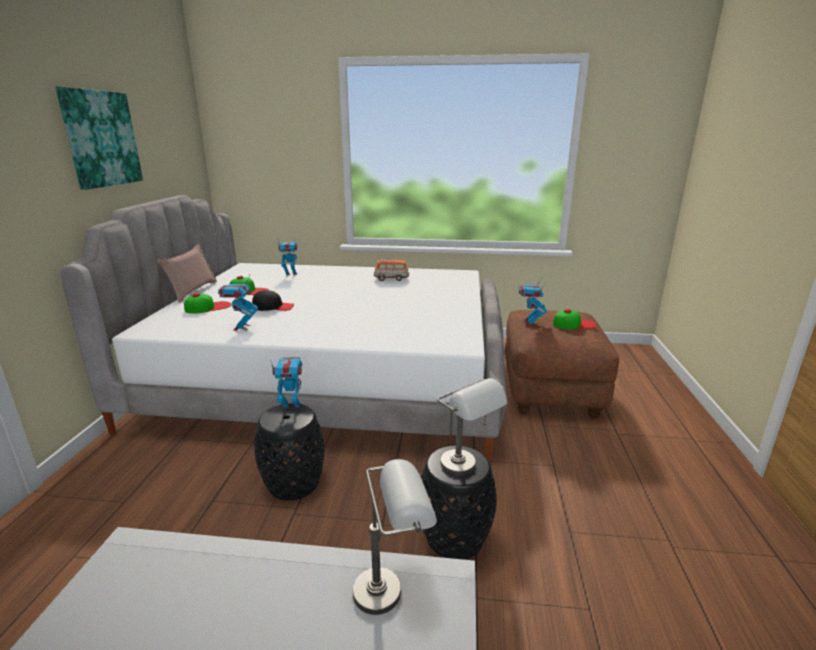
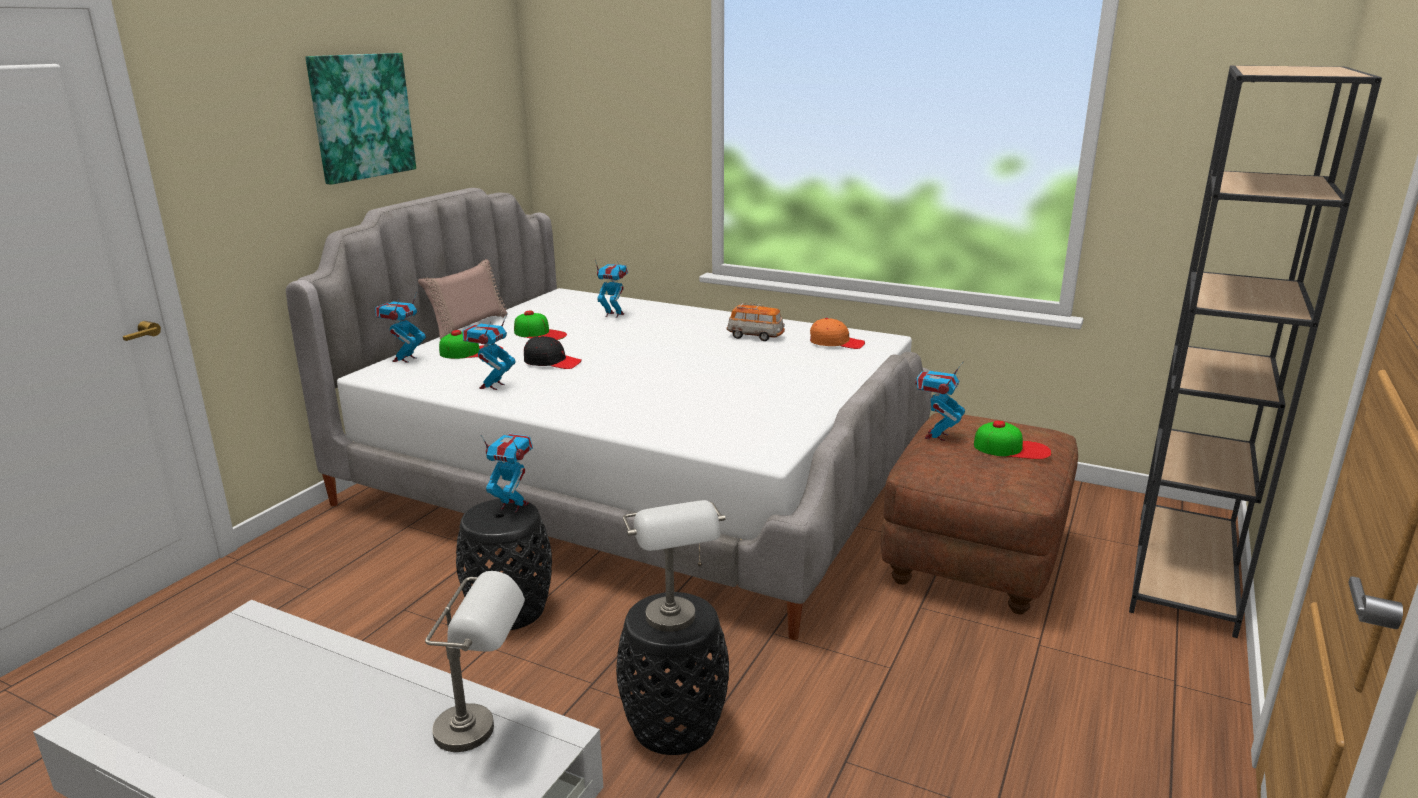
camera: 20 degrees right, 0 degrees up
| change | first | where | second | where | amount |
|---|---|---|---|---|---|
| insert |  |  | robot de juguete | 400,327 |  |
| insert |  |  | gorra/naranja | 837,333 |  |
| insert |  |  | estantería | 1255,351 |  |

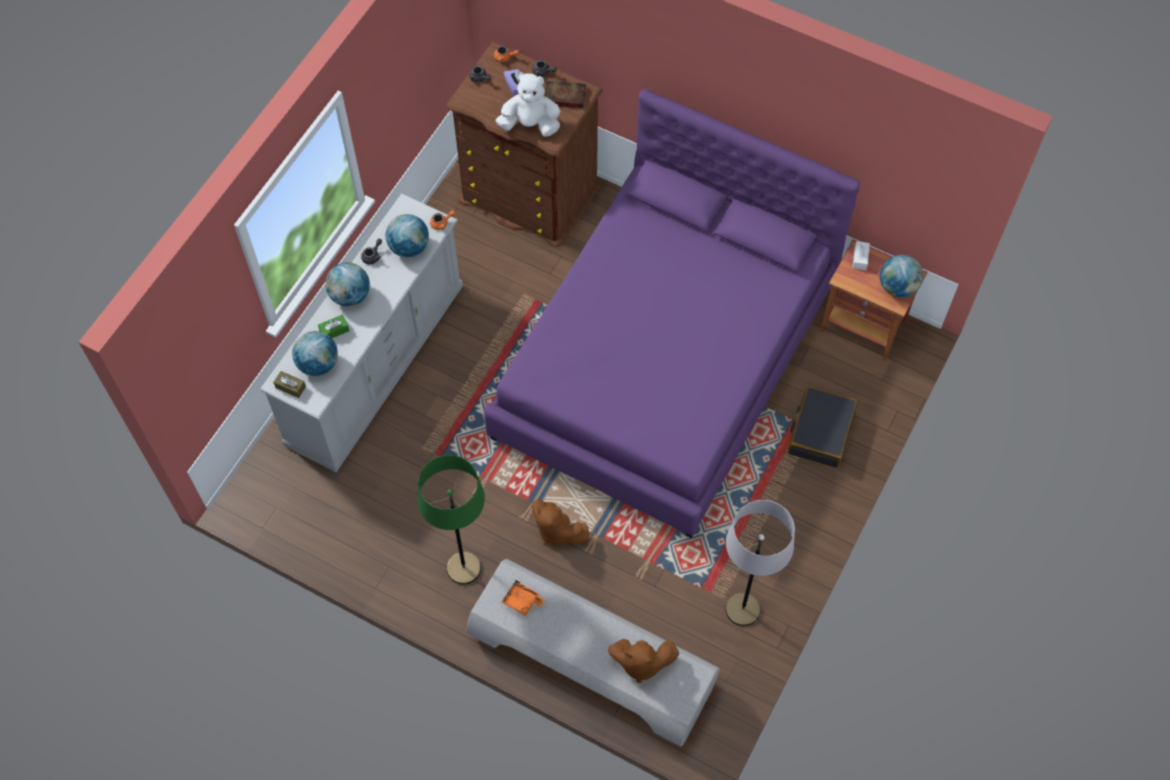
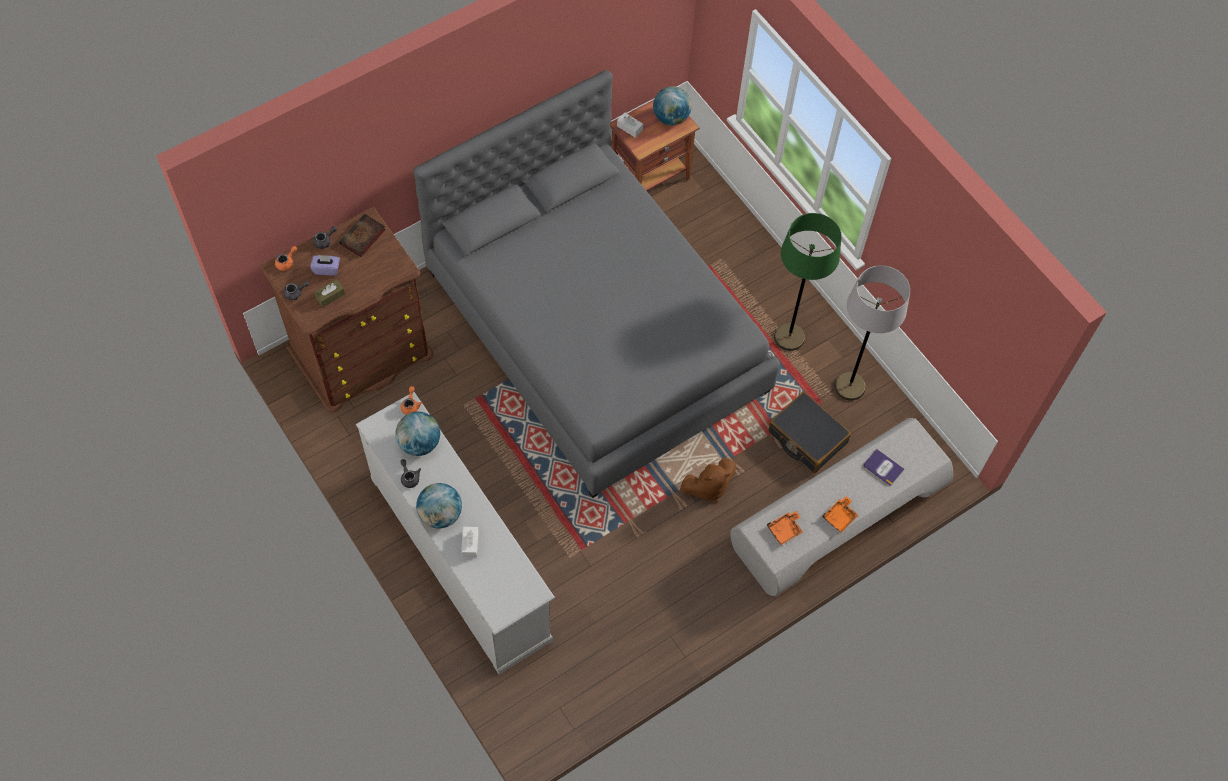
camera: 65 degrees left, 0 degrees up
| change | first | where | second | where | amount |
|---|---|---|---|---|---|
| move | caja de pañuelos/marrón | 289,384 |  | 329,293 |  |
| delete | globo terráqueo | 315,353 |  |  |  |
| recolor | caja de pañuelos/verde | 333,326 | caja de pañuelos/blanco | 470,542 |  |
| move | lámpara de pie/verde | 451,520 |  | 808,282 |  |
| recolor | cama/morado | 672,313 | cama/gris | 596,284 |  |
| delete | peluche/blanco | 527,104 |  |  |  |
| replace | peluche/marrón | 643,661 | libro | 884,467 |  |
| move | maleta/negro | 822,427 |  | 809,432 |  |
| insert |  |  | bandeja/naranja | 841,514 |  |

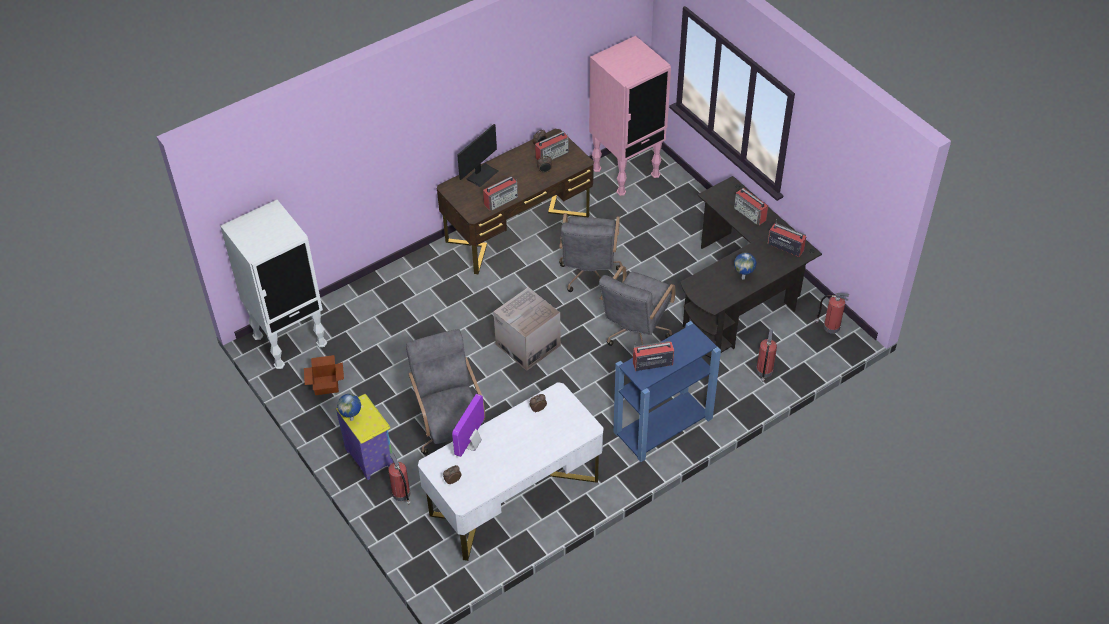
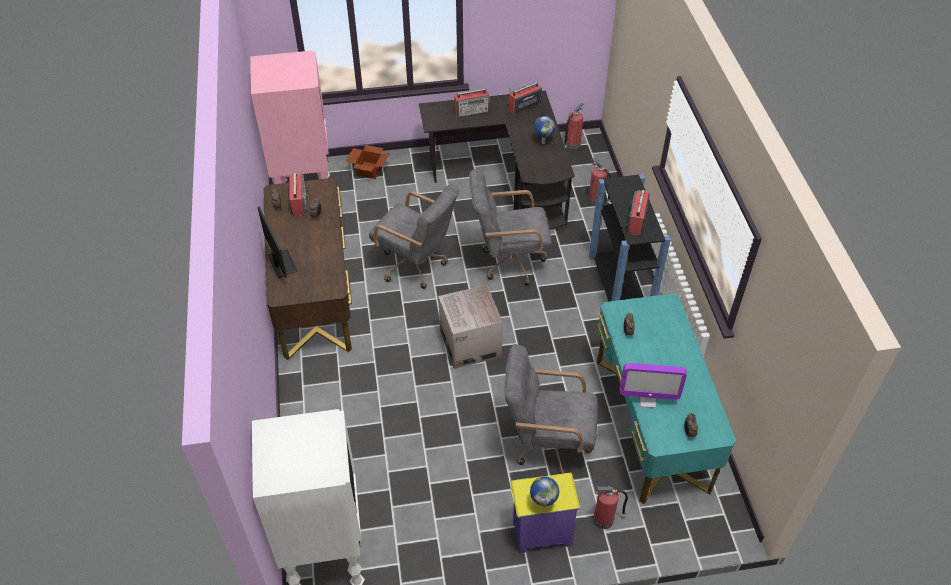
camera: 65 degrees left, 0 degrees up
| change | first | where | second | where | amount |
|---|---|---|---|---|---|
| move | caja de cartón | 324,375 |  | 368,162 |  |
| recolor | escritorio/blanco | 511,471 | escritorio/turquesa | 666,398 |  |
| rotate | monitor | 468,425 |  | 653,385 | 45 degrees counterclockwise |
| delete | radio | 500,193 |  |  |  |
| rotate | silla de oficina/gris | 637,305 |  | 510,227 | 120 degrees clockwise |
| recolor | estantería/azul | 667,391 | estantería/negro | 630,237 |  |

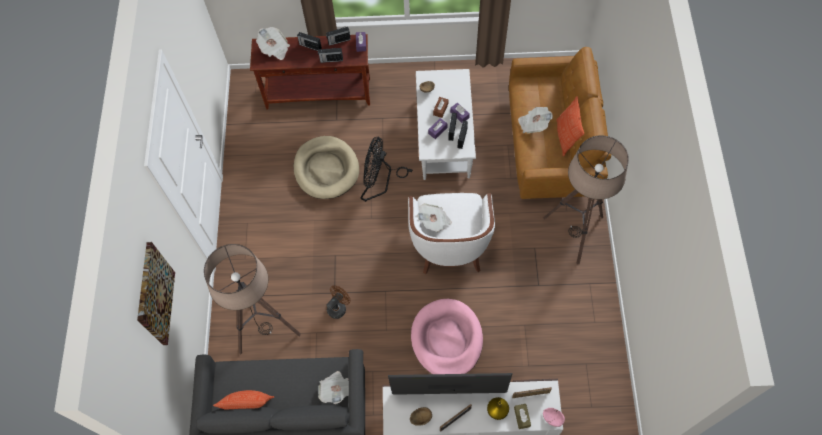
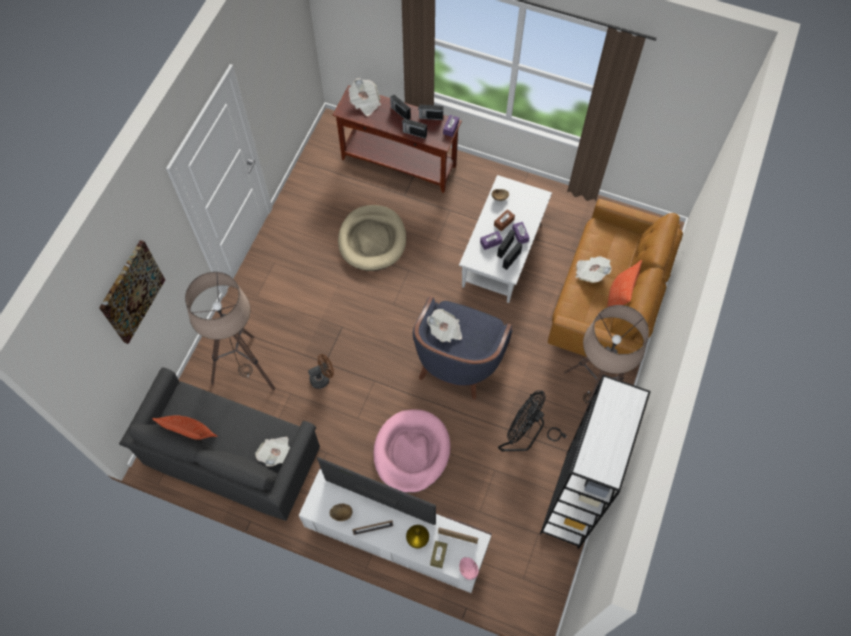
camera: 20 degrees right, 0 degrees up
| change | first | where | second | where | amount |
|---|---|---|---|---|---|
| move | ventilador/negro | 387,169 |  | 532,421 |  |
| recolor | sillón/blanco | 451,233 | sillón/azul | 463,347 |  |
| insert |  |  | estantería/blanco | 595,462 |  |

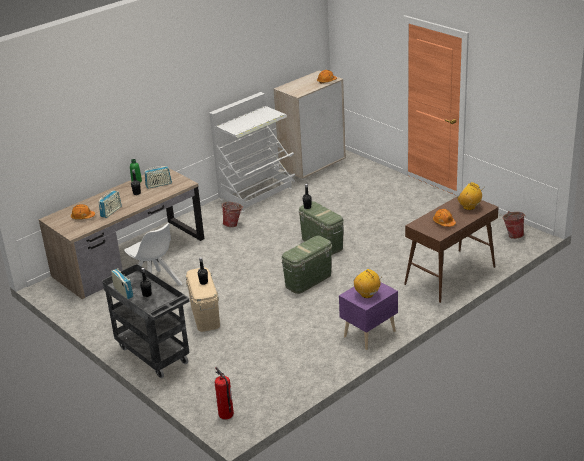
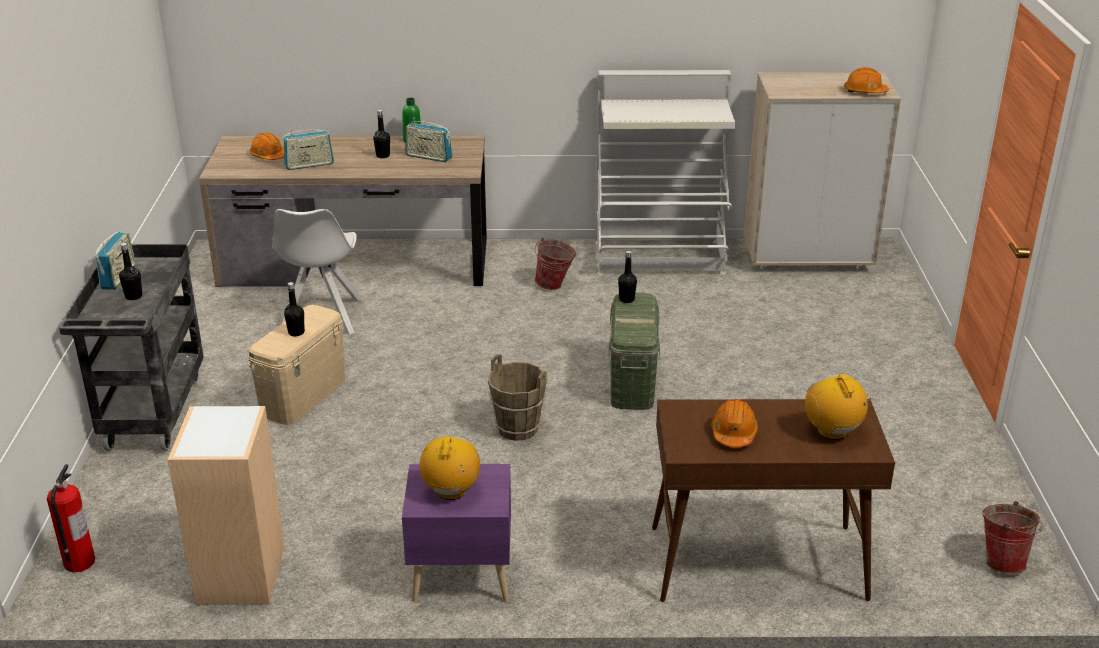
camera: 40 degrees right, 0 degrees up
| change | first | where | second | where | amount |
|---|---|---|---|---|---|
| replace | caja de almacenaje/verde | 306,265 | cubo/marrón | 517,397 |  |
| insert |  |  | estantería | 226,505 |  |

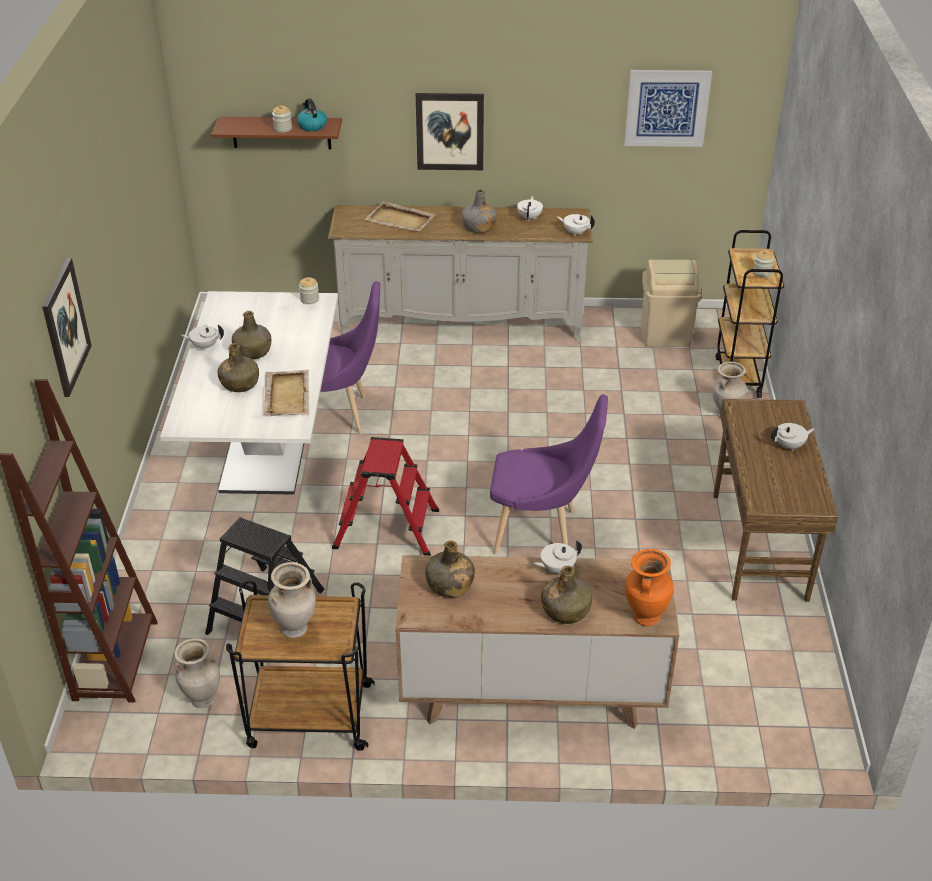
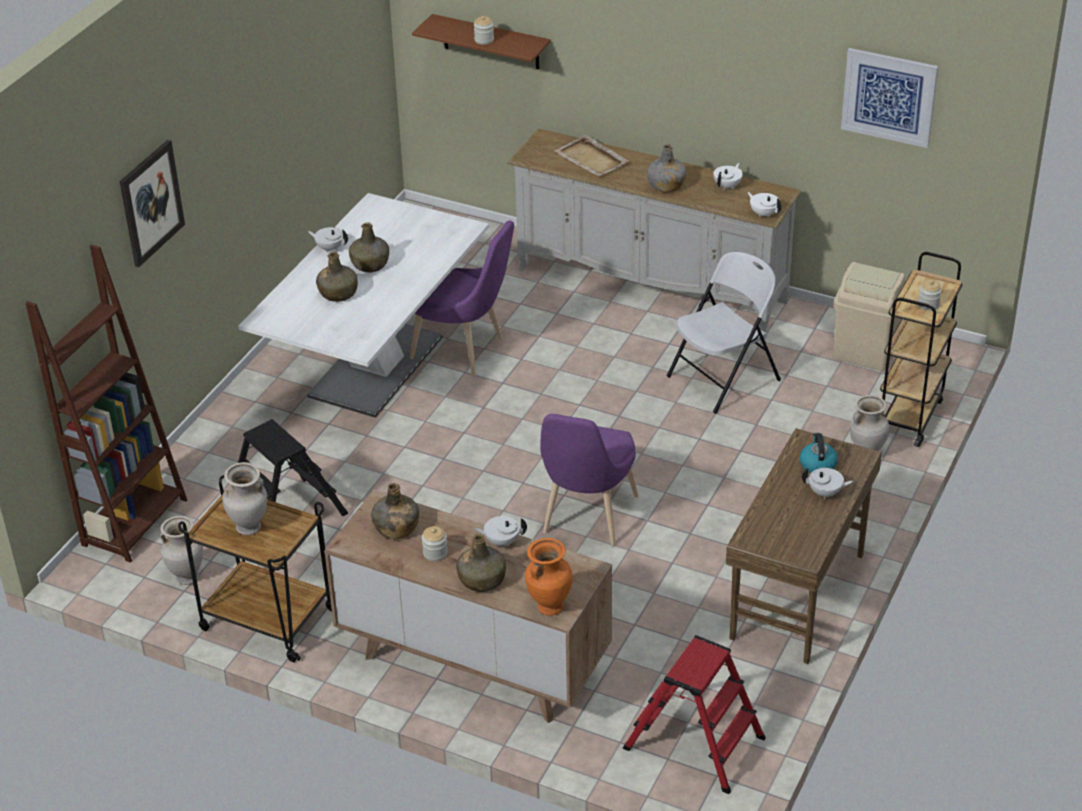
camera: 25 degrees right, 0 degrees up
| change | first | where | second | where | amount |
|---|---|---|---|---|---|
| delete | bandeja/beis | 287,393 |  |  |  |
| move | hervidor | 312,114 |  | 819,453 |  |
| move | tarro | 309,290 |  | 435,543 |  |
| move | escalera de tijera/rojo | 385,496 |  | 694,714 |  |
| delete | cuadro | 450,131 |  |  |  |
| rotate | silla/morado | 549,474 |  | 589,480 | 75 degrees clockwise |
| insert |  |  | silla/blanco | 723,333 |  |

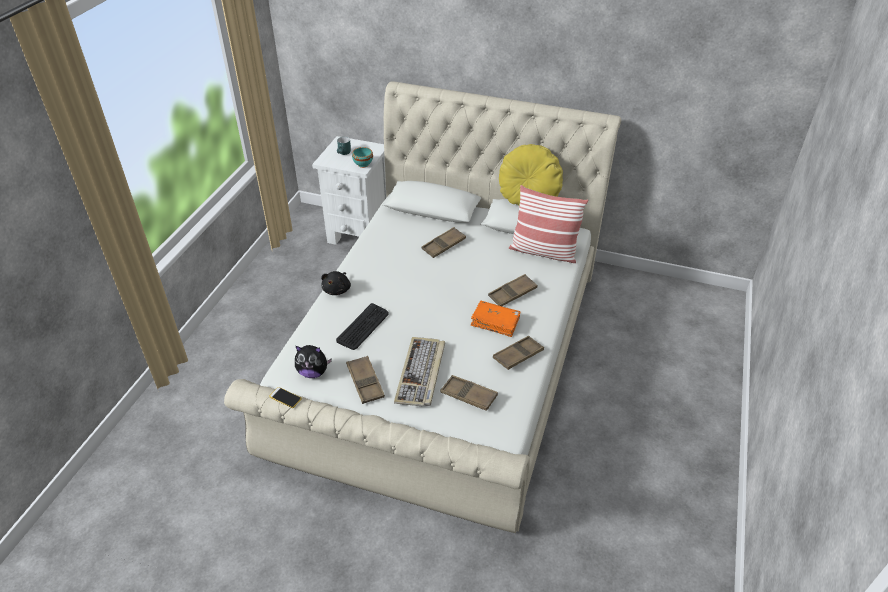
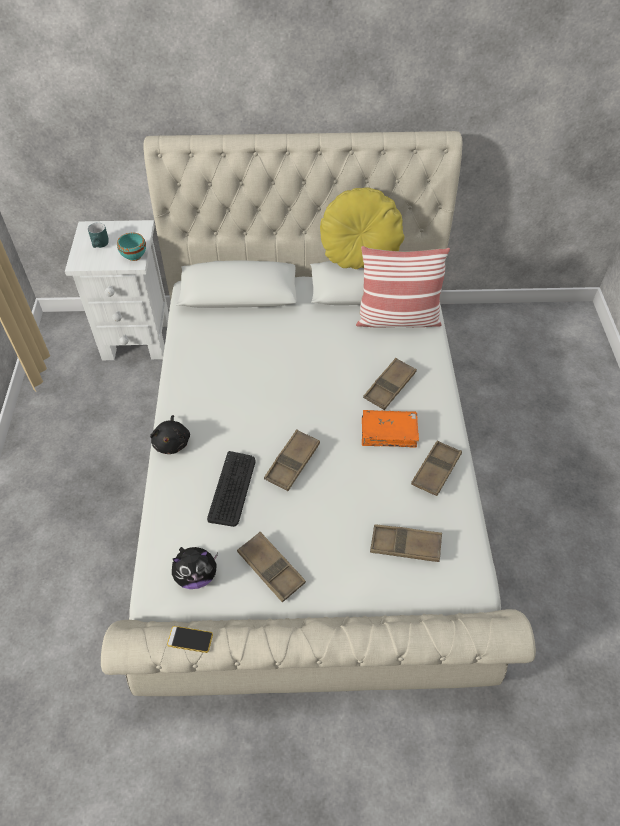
camera: 20 degrees left, 10 degrees up
| change | first | where | second | where | amount |
|---|---|---|---|---|---|
| delete | teclado | 419,372 |  |  |  |
| move | bandeja/marrón | 444,242 |  | 292,460 |  |

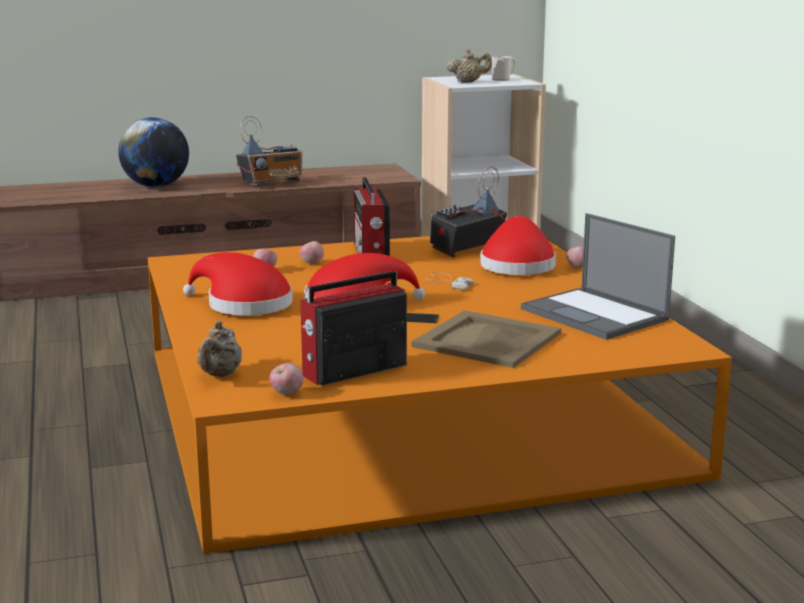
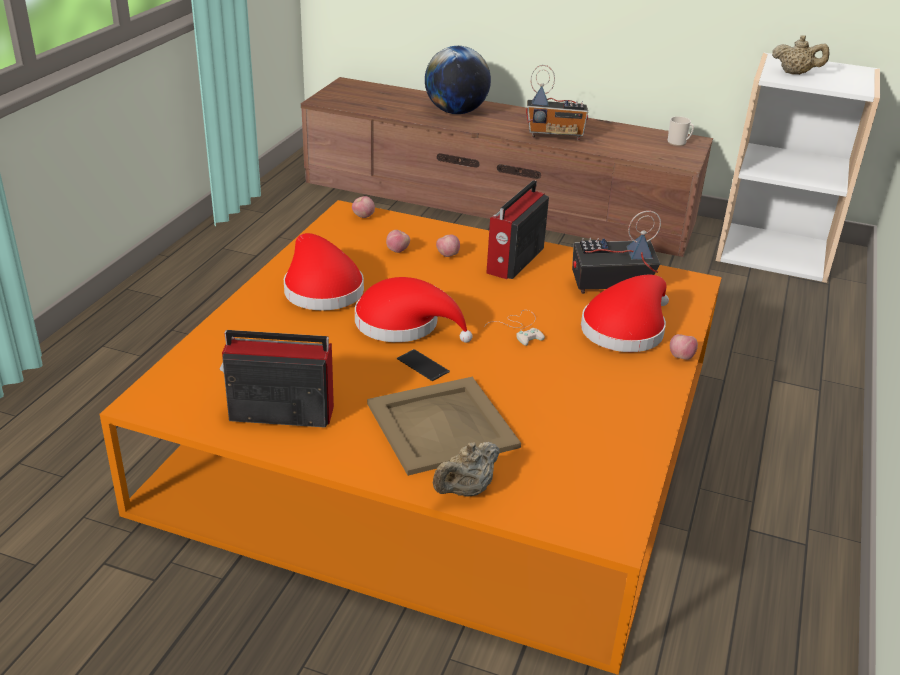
camera: 35 degrees right, 15 degrees up
| change | first | where | second | where | amount |
|---|---|---|---|---|---|
| move | tetera/beis | 219,348 |  | 466,469 |  |
| move | manzana | 286,379 |  | 363,207 |  |
| move | taza grande | 504,68 |  | 681,131 |  |
| delete | portátil | 598,276 |  |  |  |

